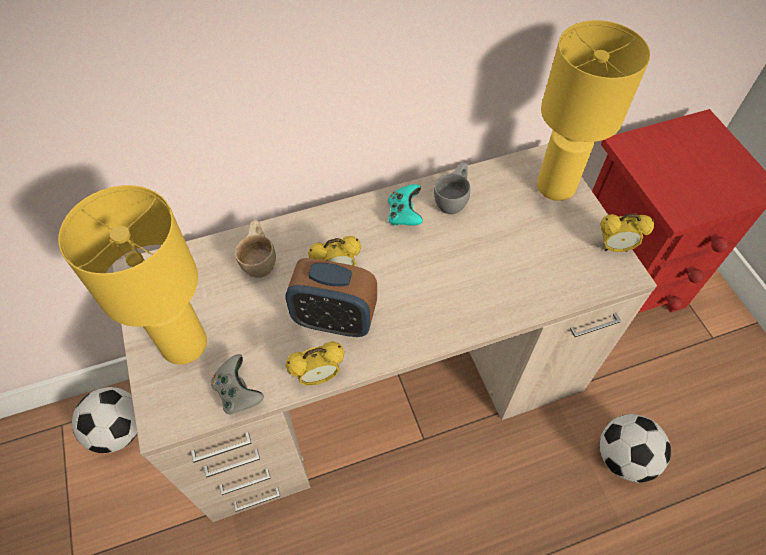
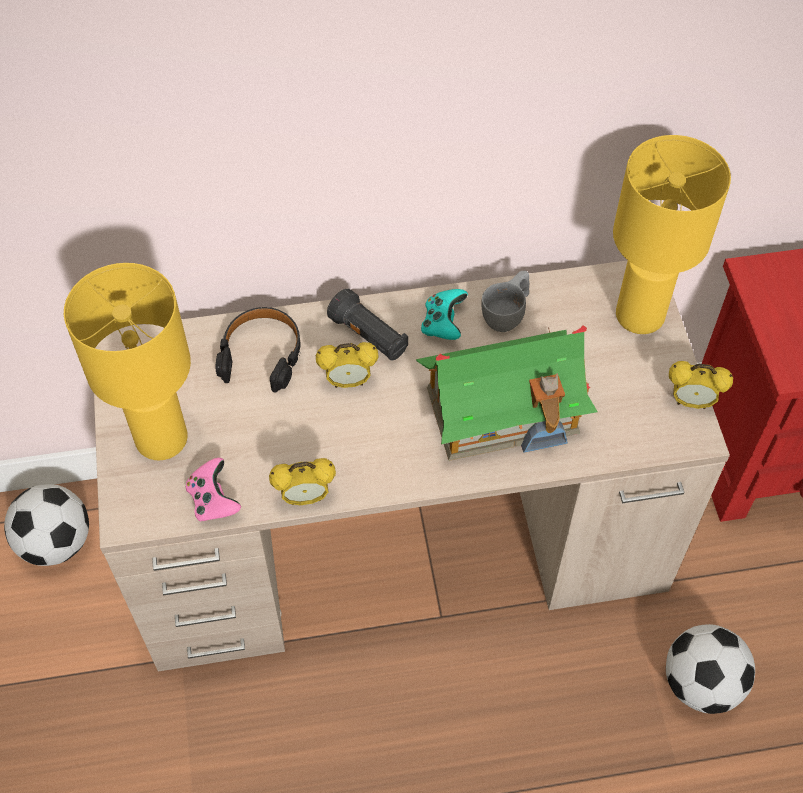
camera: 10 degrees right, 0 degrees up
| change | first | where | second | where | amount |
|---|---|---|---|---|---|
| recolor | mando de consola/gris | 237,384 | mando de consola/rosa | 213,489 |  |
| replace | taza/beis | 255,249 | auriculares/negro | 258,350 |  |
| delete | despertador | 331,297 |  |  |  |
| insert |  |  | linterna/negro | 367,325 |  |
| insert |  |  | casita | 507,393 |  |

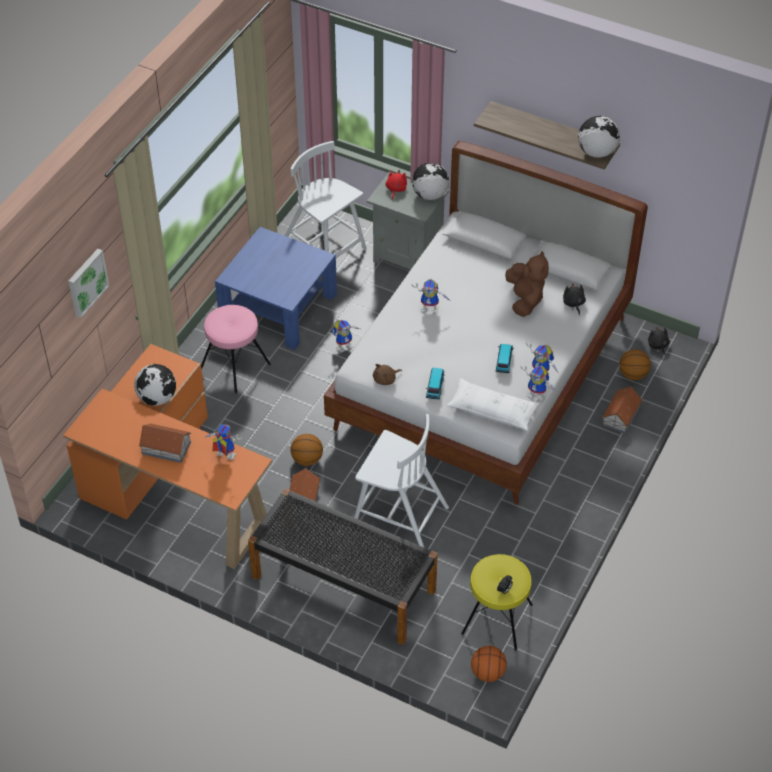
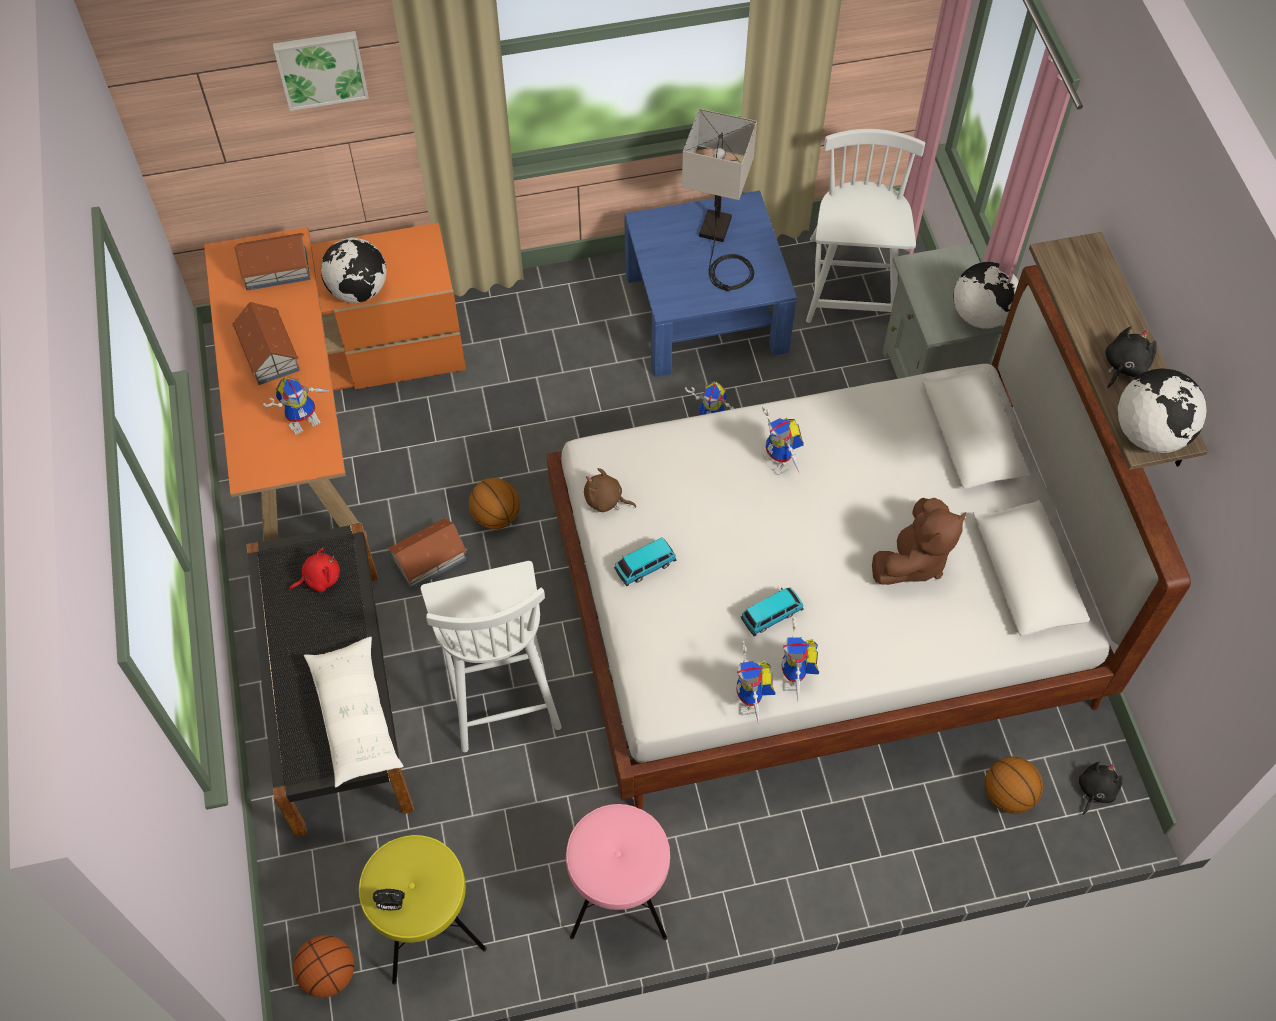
camera: 50 degrees right, 10 degrees up
| change | first | where | second | where | amount |
|---|---|---|---|---|---|
| move | taburete/rosa | 236,349 |  | 618,872 |  |
| rotate | robot de juguete | 223,442 |  | 298,406 | 75 degrees clockwise |
| move | peluche/rojo | 396,184 |  | 314,570 |  |
| move | cojín/blanco | 492,404 |  | 354,712 |  |
| move | peluche/negro | 574,299 |  | 1131,357 |  |
| move | casita | 622,410 |  | 272,261 |  |
| insert |  |  | lámpara de mesa | 719,200 |  |

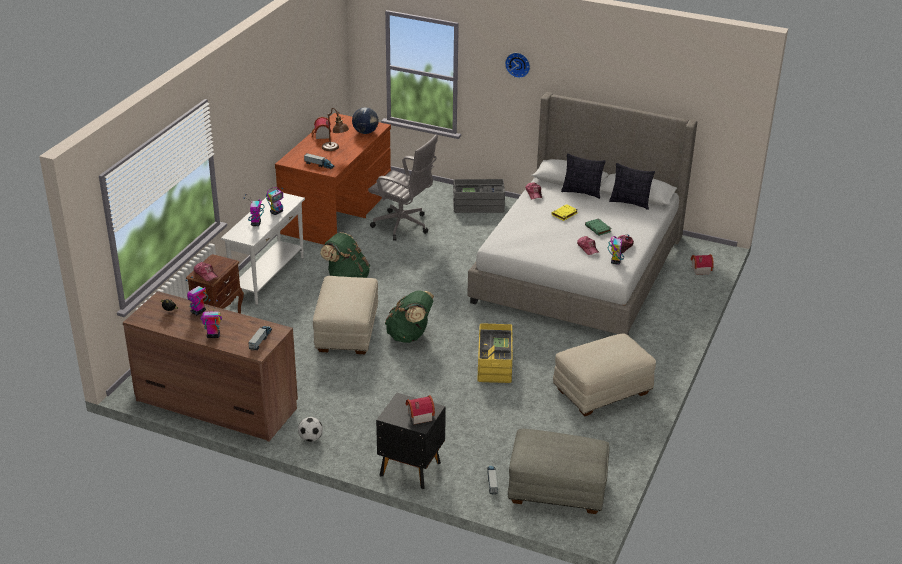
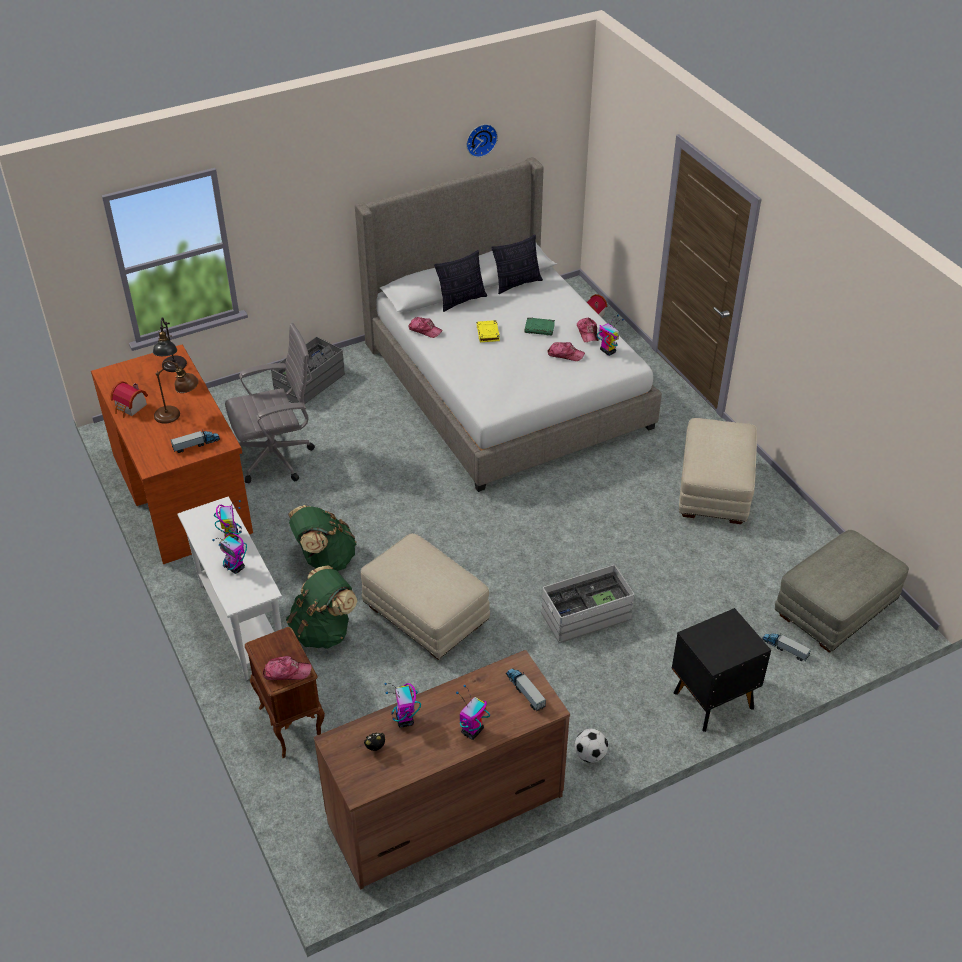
camera: 50 degrees left, 10 degrees up
| change | first | where | second | where | amount |
|---|---|---|---|---|---|
| replace | globo terráqueo | 365,120 | lámpara de mesa/gris | 170,344 |  |
| move | mochila/verde | 409,317 |  | 321,607 |  |
| delete | casita | 420,409 |  |  |  |
| delete | caja de almacenaje/amarillo | 495,353 |  |  |  |
| move | reloj de pared | 517,65 |  | 482,140 |  |
| insert |  |  | caja de almacenaje/gris | 587,604 |  |

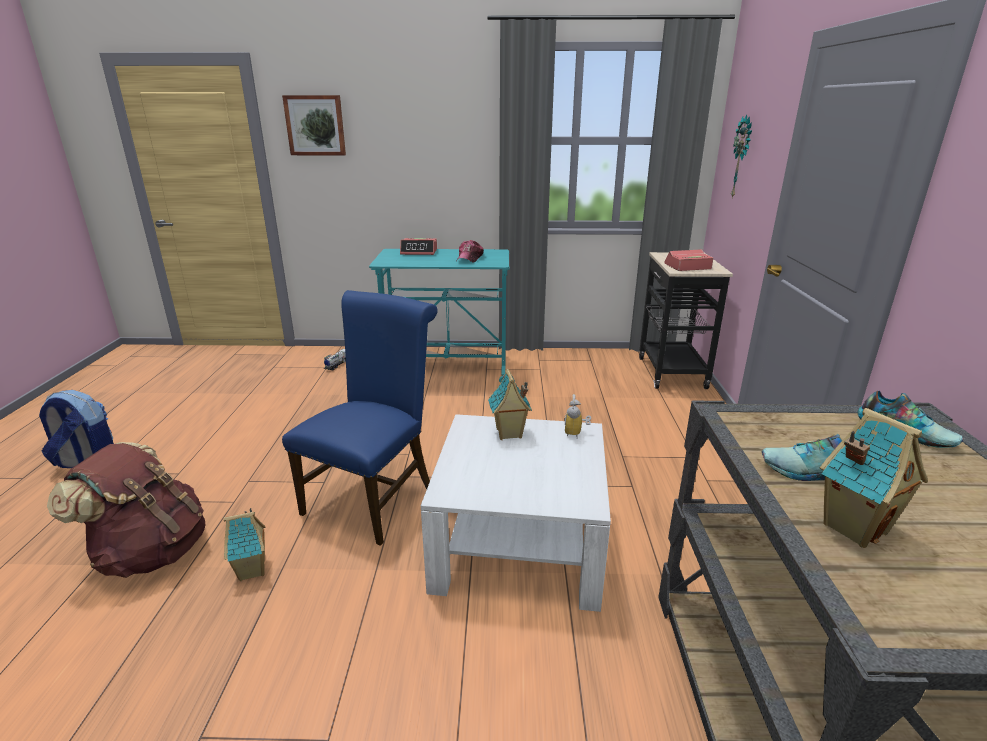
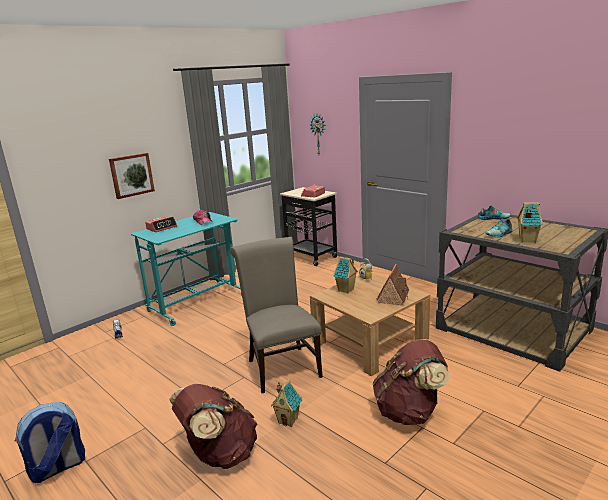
camera: 45 degrees left, 5 degrees down
| change | first | where | second | where | amount |
|---|---|---|---|---|---|
| move | cuadro | 314,125 |  | 132,176 |  |
| recolor | silla/azul | 360,418 | silla/beis | 276,315 |  |
| recolor | mesa de centro/blanco | 516,513 | mesa de centro/marrón | 370,324 |  |
| insert |  |  | mochila/marrón | 411,382 |  |
| insert |  |  | casita | 392,284 |  |

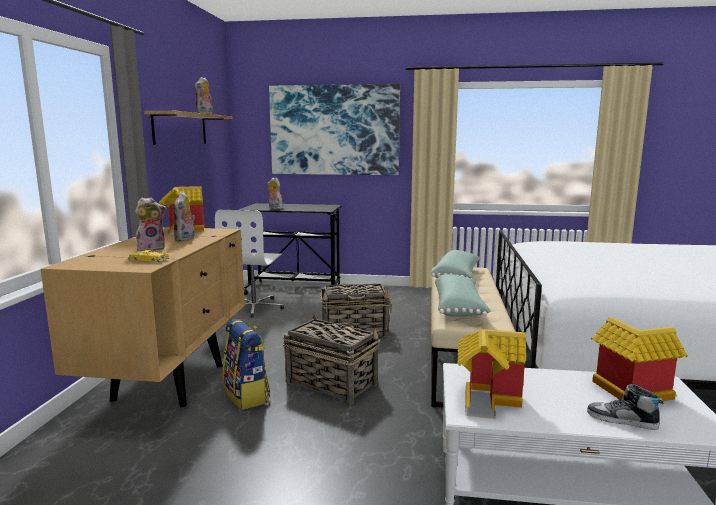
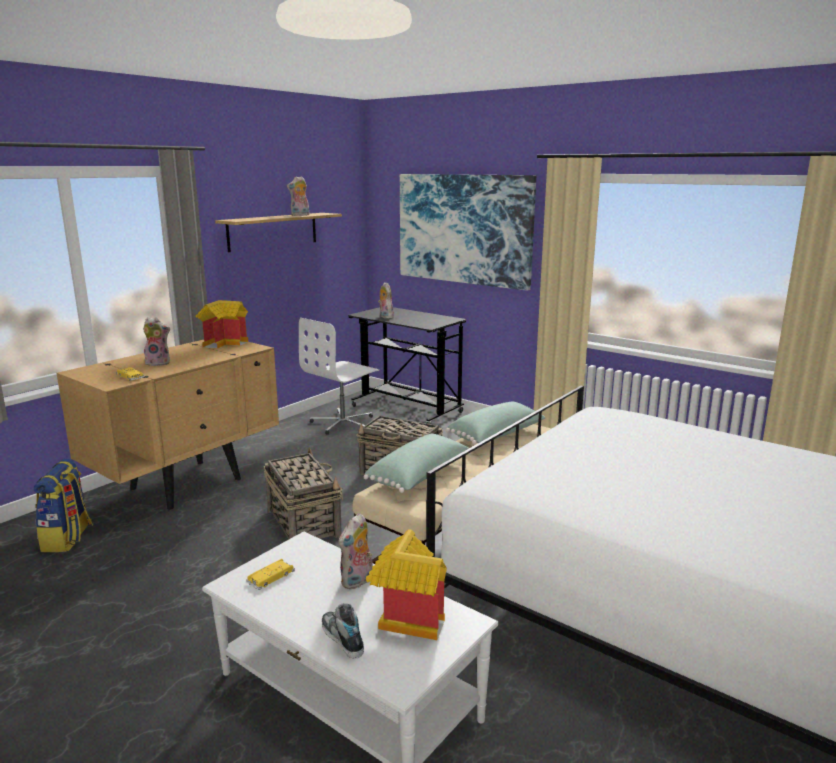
camera: 30 degrees right, 5 degrees up
| change | first | where | second | where | amount |
|---|---|---|---|---|---|
| move | peluche | 184,216 |  | 356,551 |  |
| move | mochila | 246,364 |  | 63,505 |  |
| replace | casita | 491,374 | coche de juguete/amarillo | 270,574 |  |

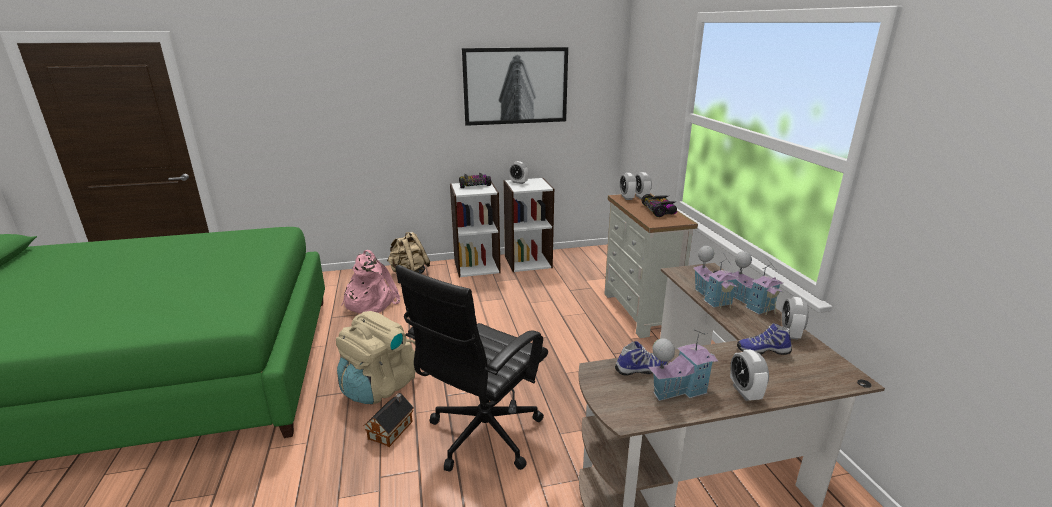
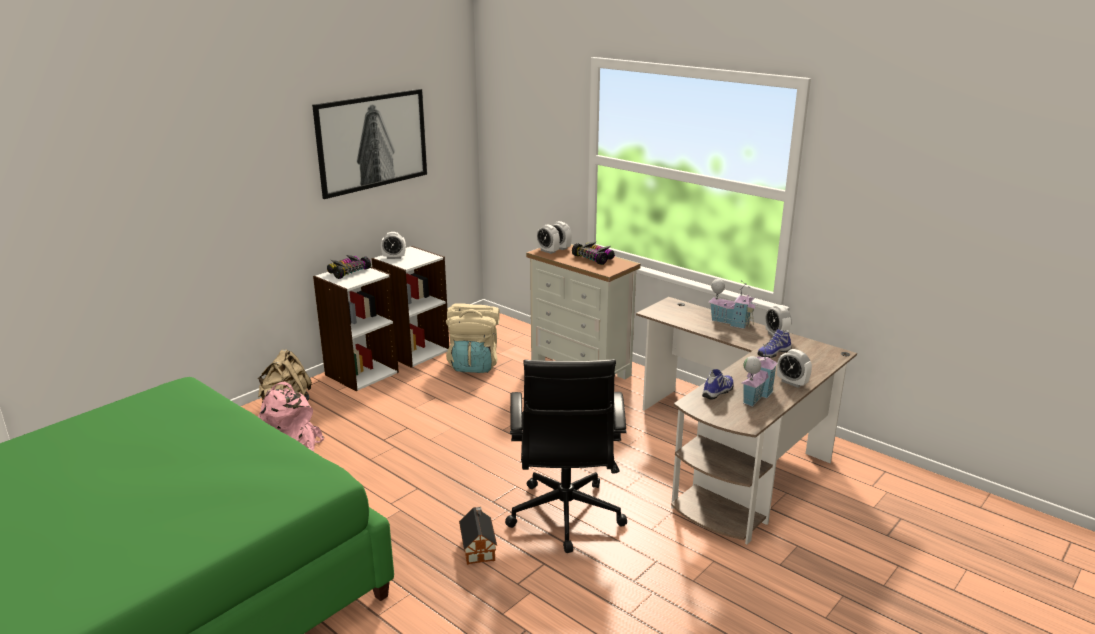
camera: 35 degrees left, 0 degrees up
| change | first | where | second | where | amount |
|---|---|---|---|---|---|
| move | mochila/beis | 376,357 |  | 473,338 |  |
| delete | casita | 716,277 |  |  |  |

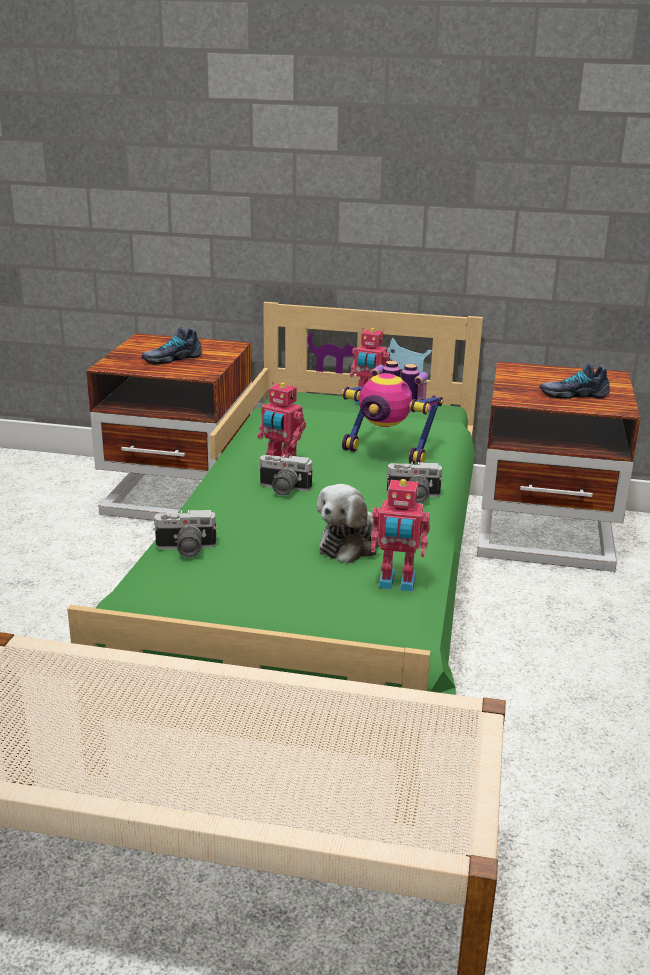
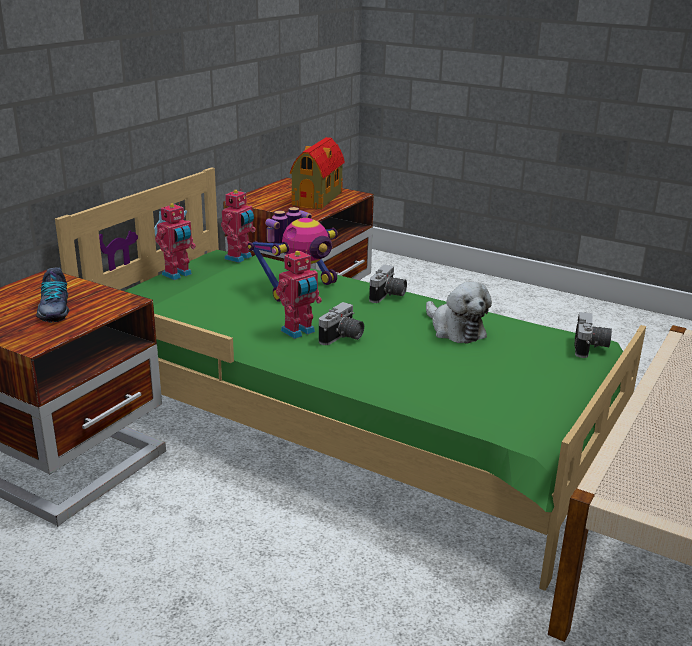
camera: 70 degrees left, 0 degrees up
| change | first | where | second | where | amount |
|---|---|---|---|---|---|
| move | cámara | 185,533 |  | 593,335 |  |
| move | robot de juguete | 400,535 |  | 238,226 |  |
| replace | zapato | 575,380 | casita | 317,173 |  |

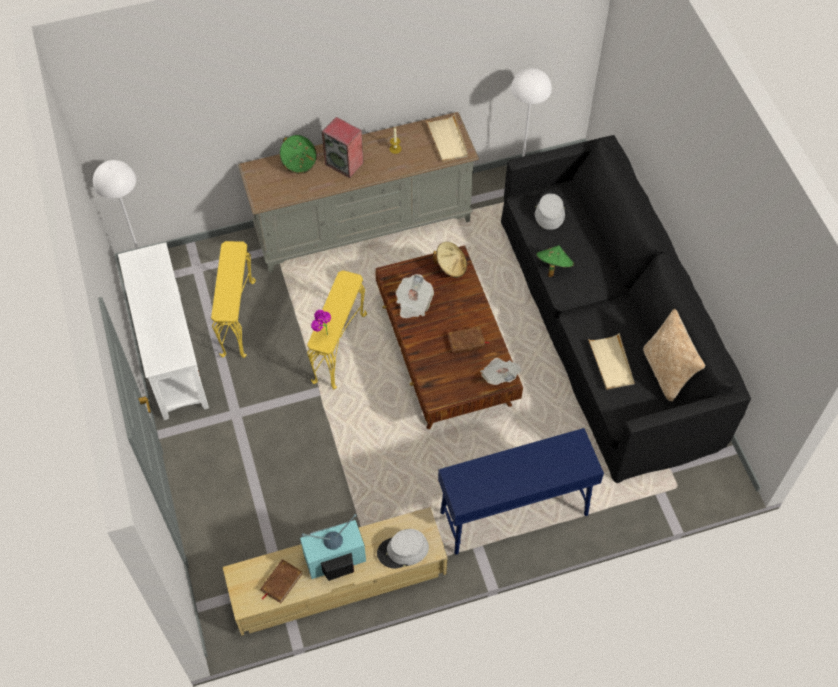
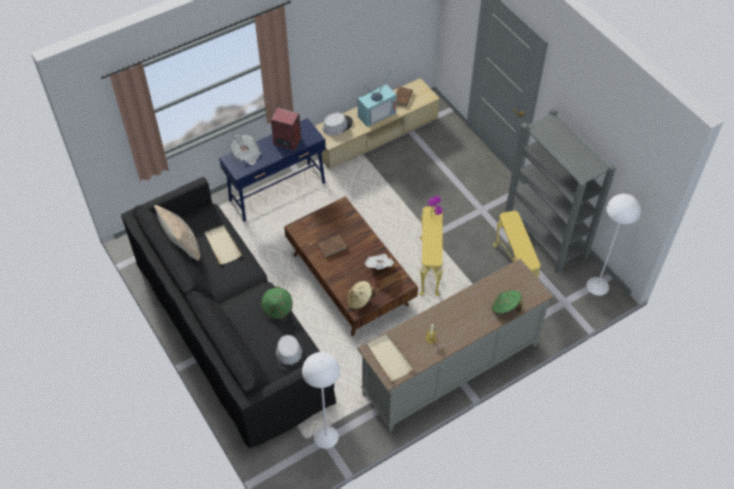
camera: 165 degrees right, 5 degrees down
| change | first | where | second | where | amount |
|---|---|---|---|---|---|
| replace | mesa consola/blanco | 163,331 | estantería/gris | 560,191 |  |
| move | altavoz | 343,147 |  | 286,129 |  |
| move | periódico | 501,371 |  | 246,150 |  |

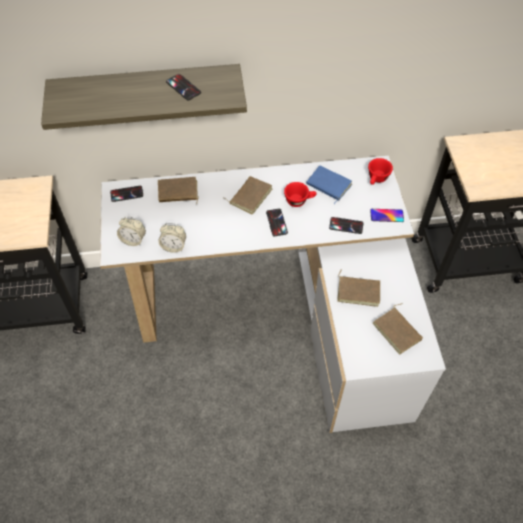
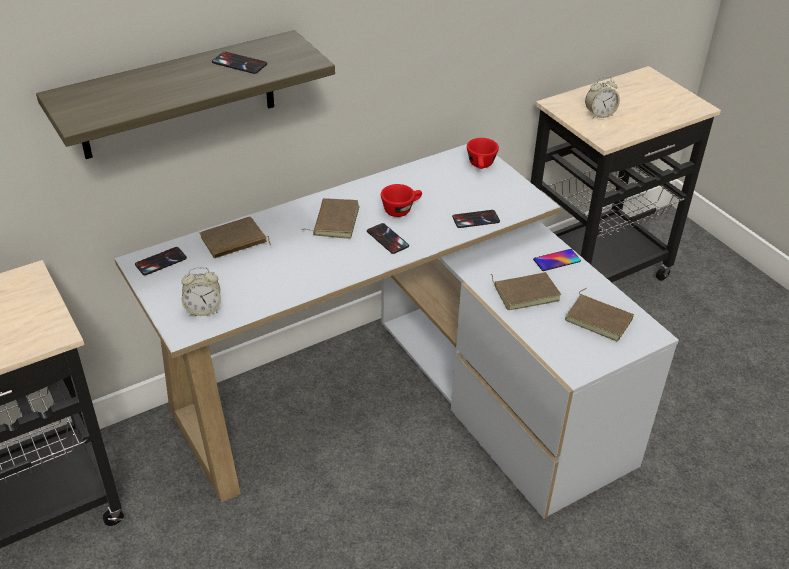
camera: 25 degrees left, 15 degrees down
| change | first | where | second | where | amount |
|---|---|---|---|---|---|
| move | despertador | 172,238 |  | 602,97 |  |
| delete | libro/azul | 329,185 |  |  |  |
| move | móvil | 387,215 |  | 557,260 |  |

